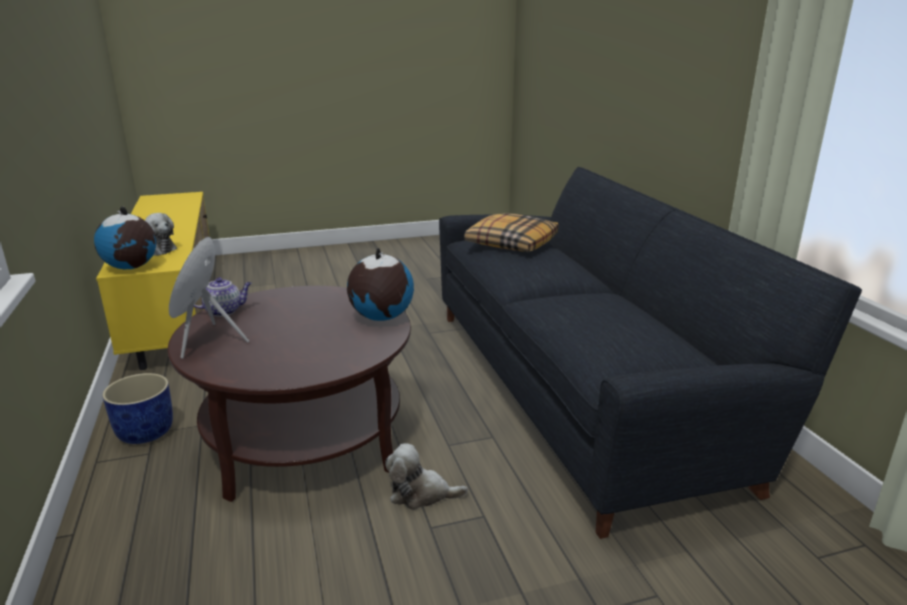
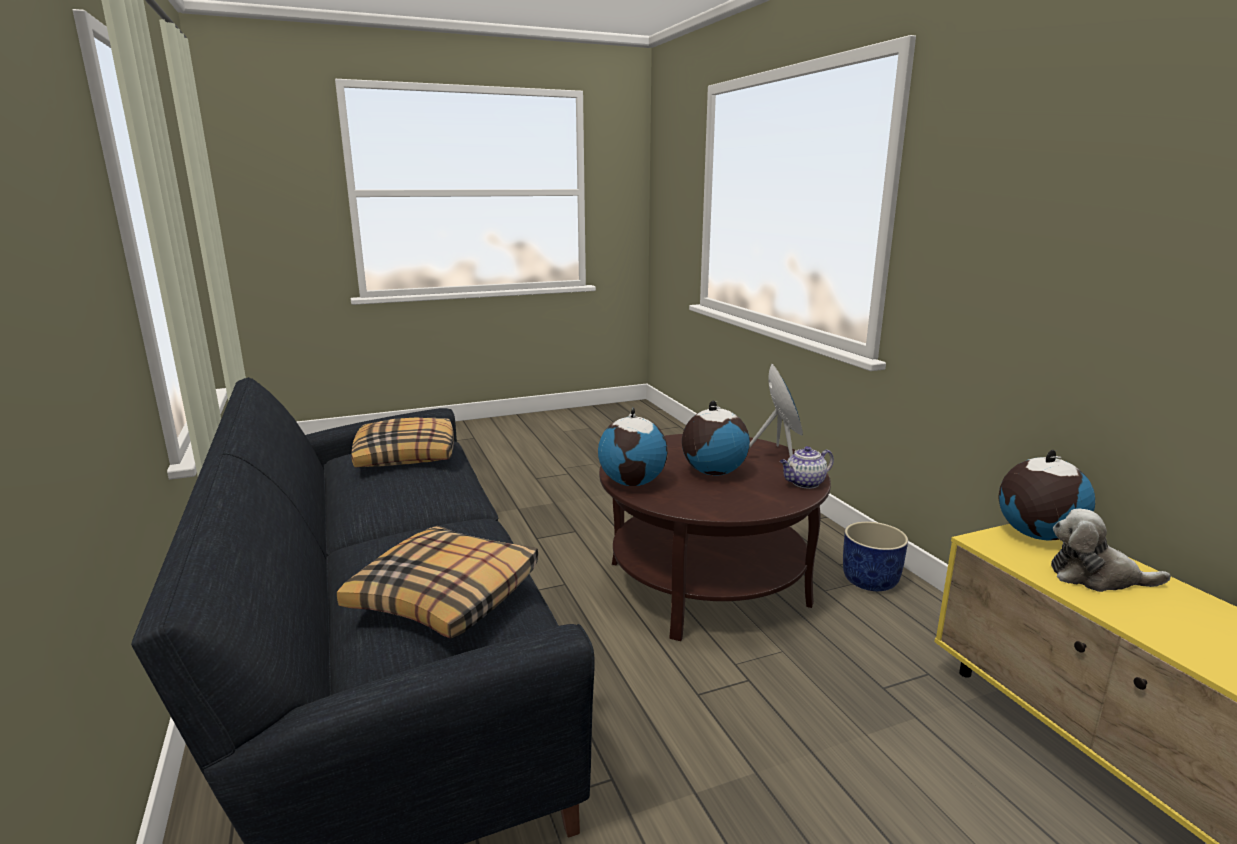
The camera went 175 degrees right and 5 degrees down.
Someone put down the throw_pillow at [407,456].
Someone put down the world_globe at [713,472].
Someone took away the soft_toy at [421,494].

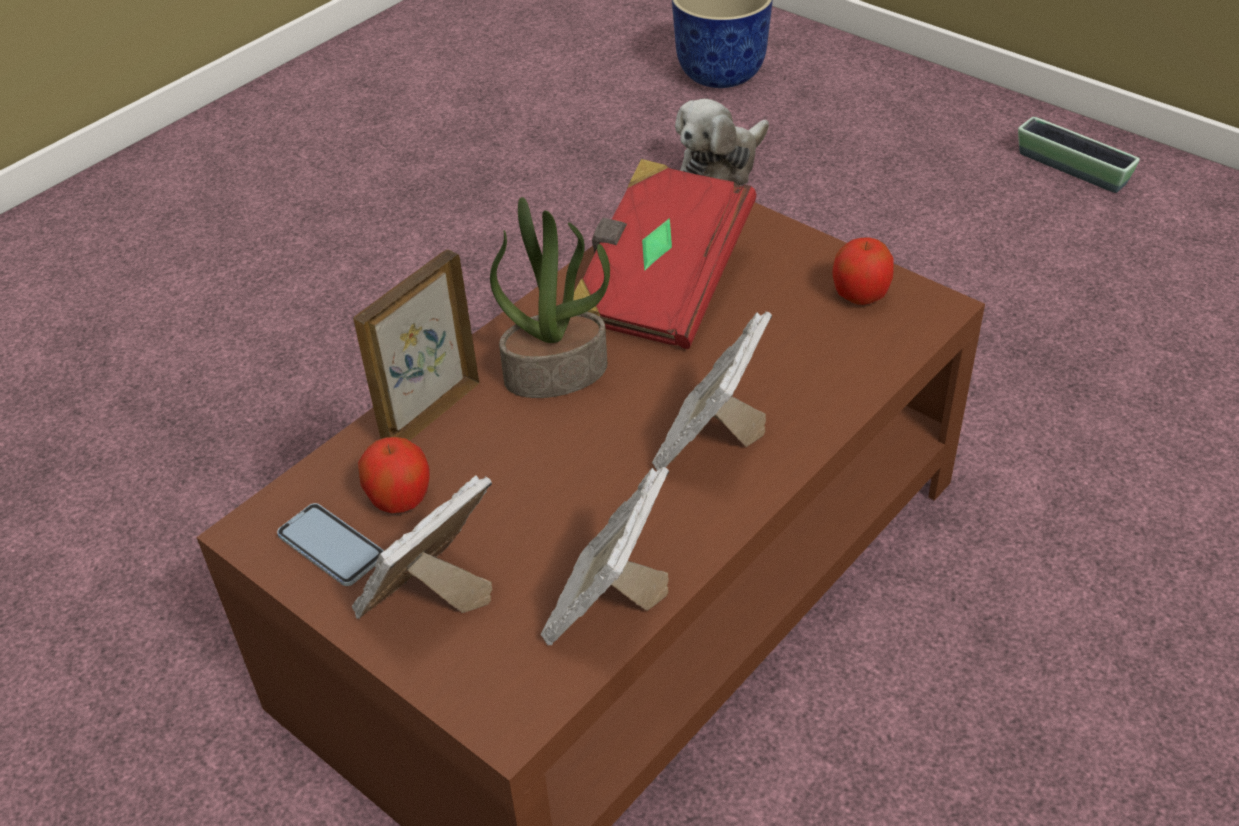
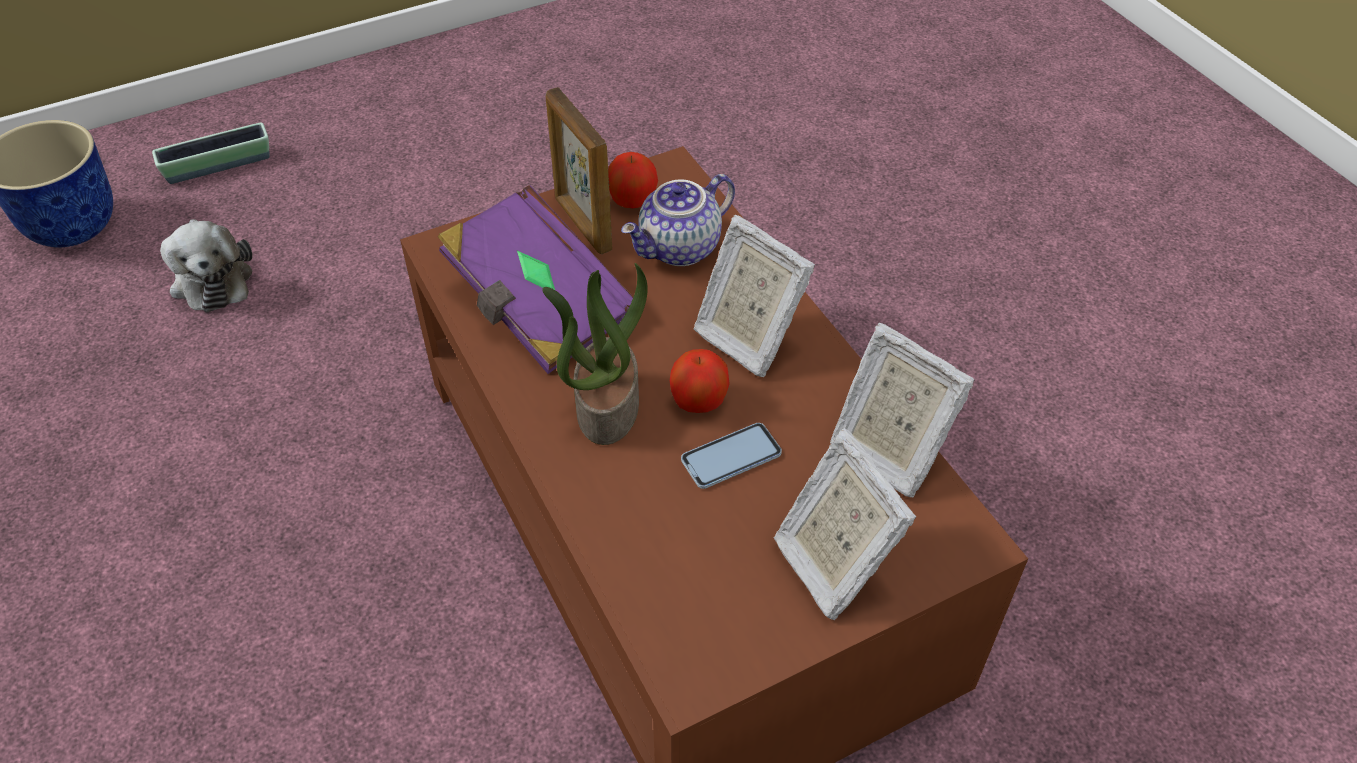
The camera went 70 degrees left and 5 degrees up.
Someone carried the plant_pot from [1072,169] to [218,166].
Someone repainted the red_volume at [660,285], which became the purple-coloured_volume at [539,306].
Someone carried the standing_frame from [430,414] to [582,224].
Someone put down the teapot at [680,249].
Someone carried the whole_apple from [400,499] to [698,401].
Someone carried the telephone from [331,546] to [731,457].

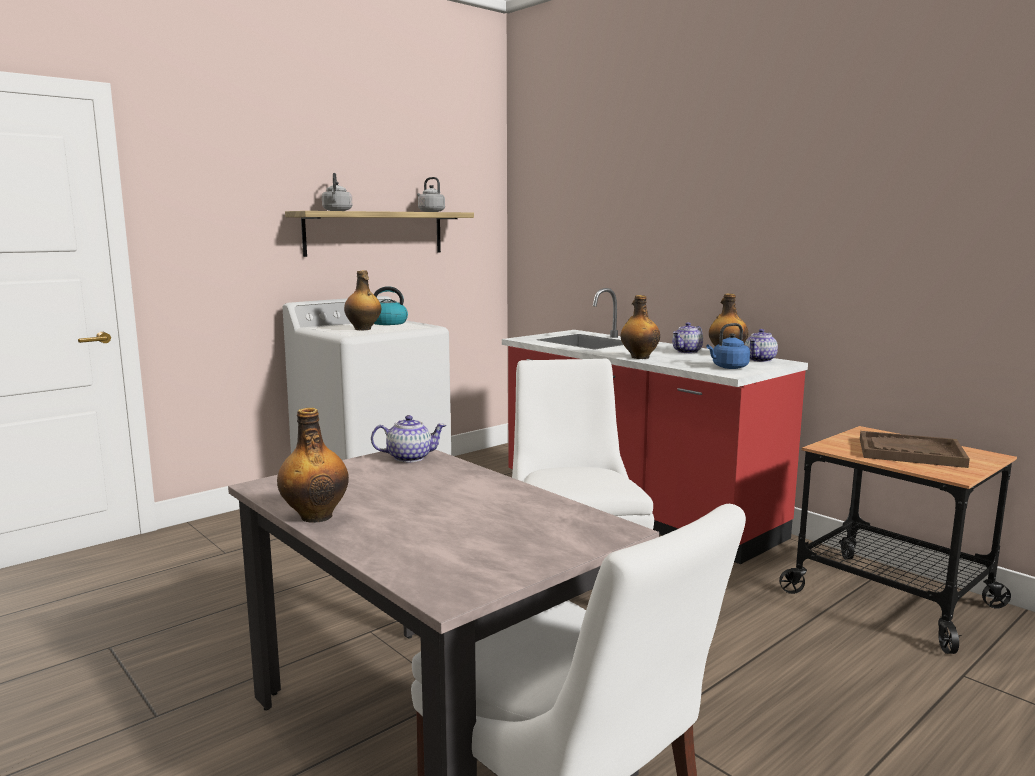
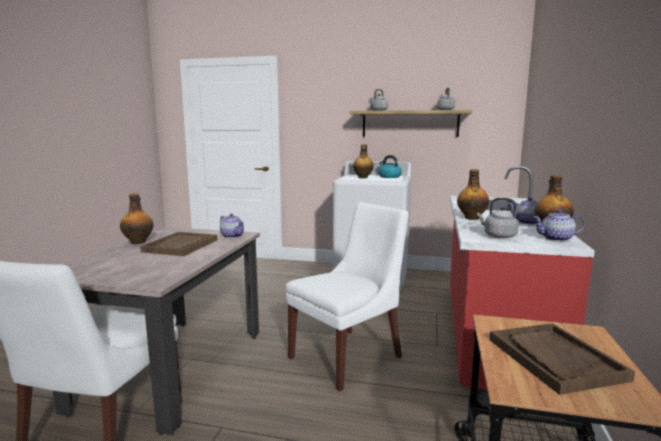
The camera went 55 degrees right and 0 degrees up.
Someone put down the brown-coloured_carrying_tray at [181,246].
Someone repainted the blue_tea_kettle at [728,367], which became the gray_tea_kettle at [498,236].

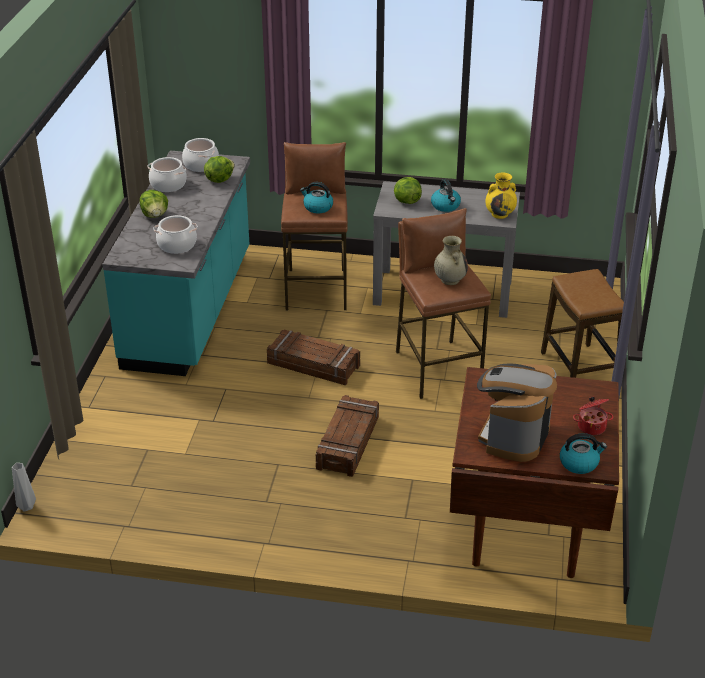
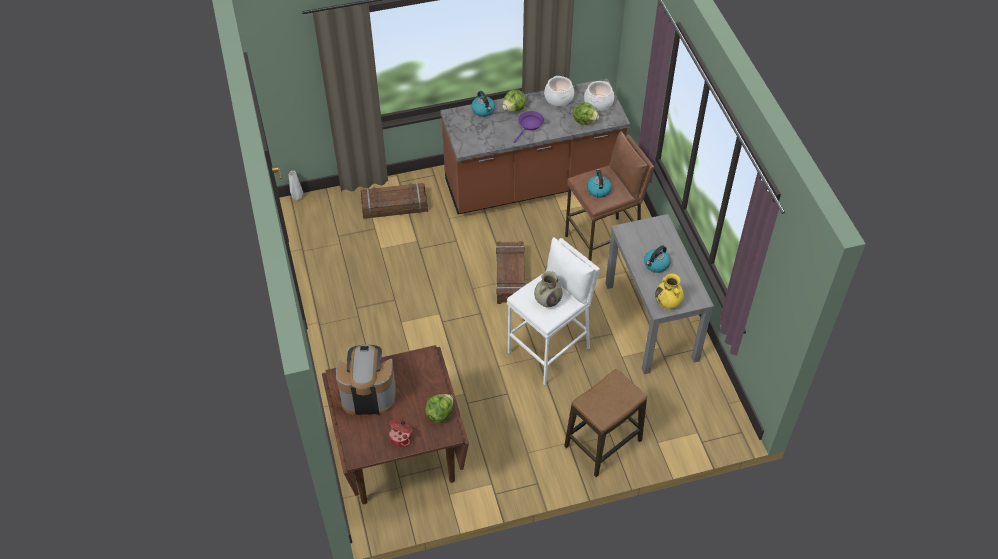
The camera went 65 degrees right and 15 degrees up.
Someone carried the shipping_crate from [347,442] to [394,205].
Someone carried the lettuce_head from [406,201] to [439,414].
Someone repainted the turquoise-coloured_kitchen_base_unit at [190,309], which became the brown-coloured_kitchen_base_unit at [532,184].
Someone carried the tea_kettle from [579,463] to [483,110].
Someone repainted the brown-coloured_sitting_stool at [437,368], which became the whitish_sitting_stool at [550,351].
Someone put down the purple-coloured_skillet at [529,125].
Someone took away the stockpot at [177,245].

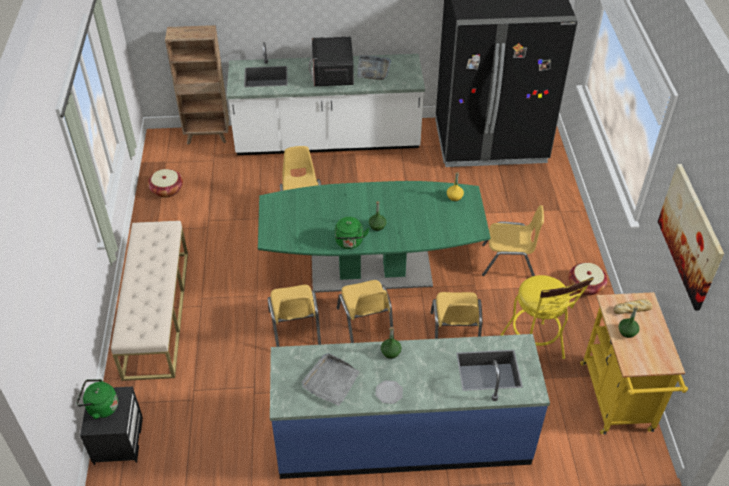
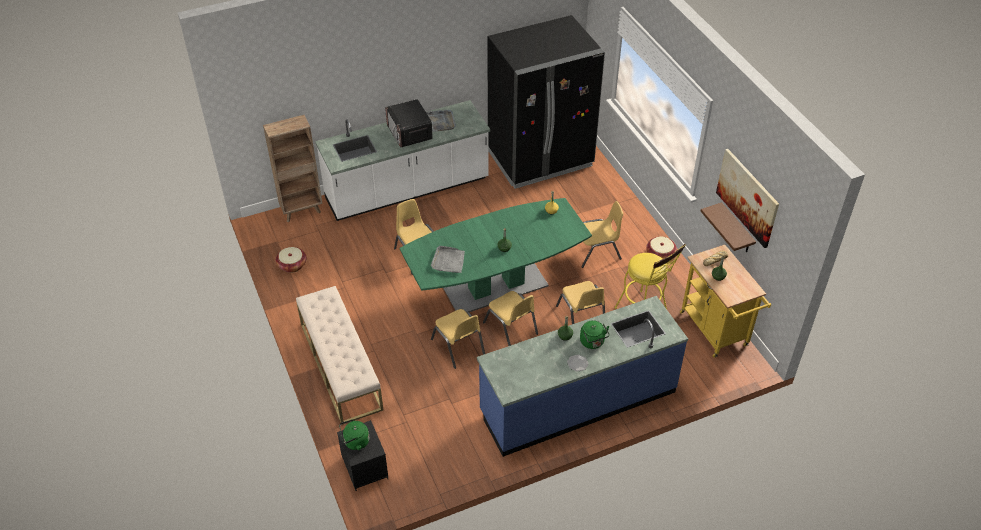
The camera went 20 degrees left and 0 degrees up.
Someone carried the gray_carrying_tray from [330,381] to [448,261].
Someone carried the green-coloured_tea_kettle from [349,243] to [593,342].
Someone put up the brown-coloured_bracket_shelf at [736,229].

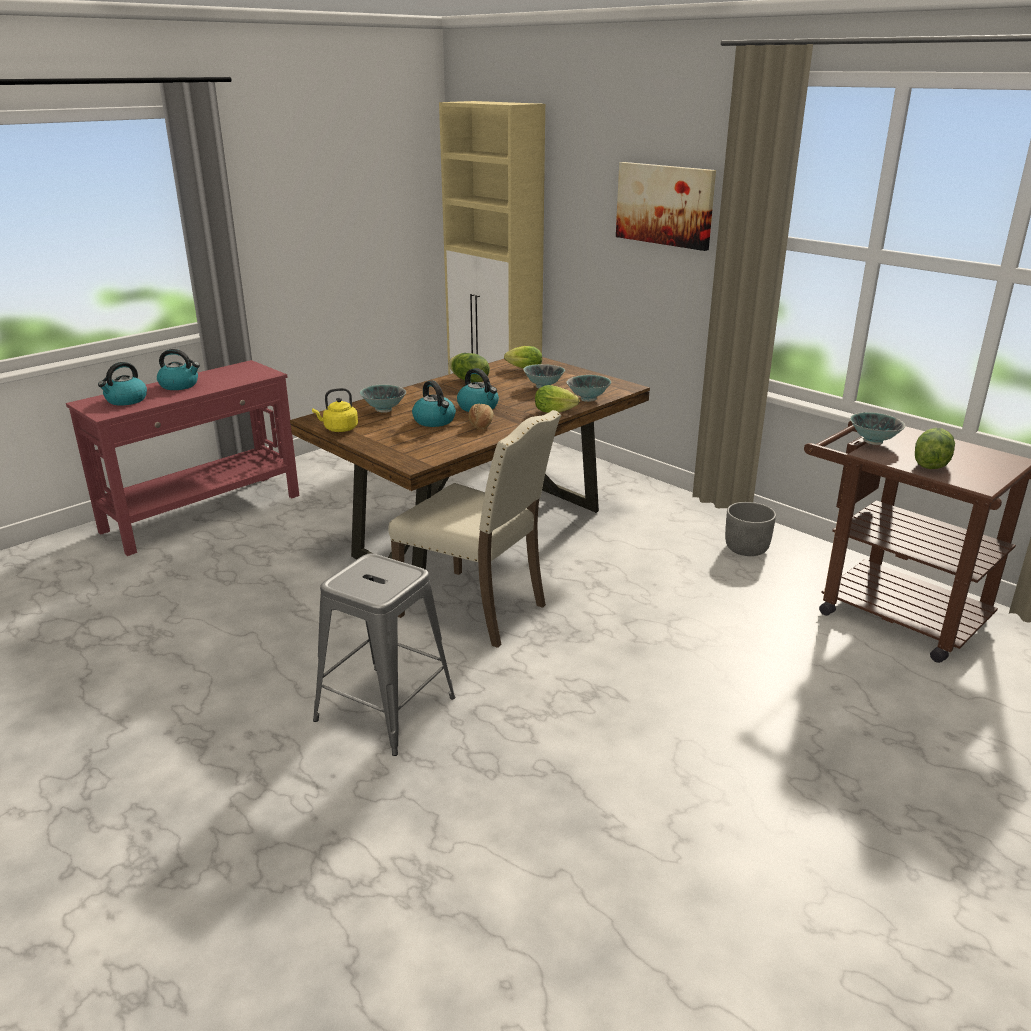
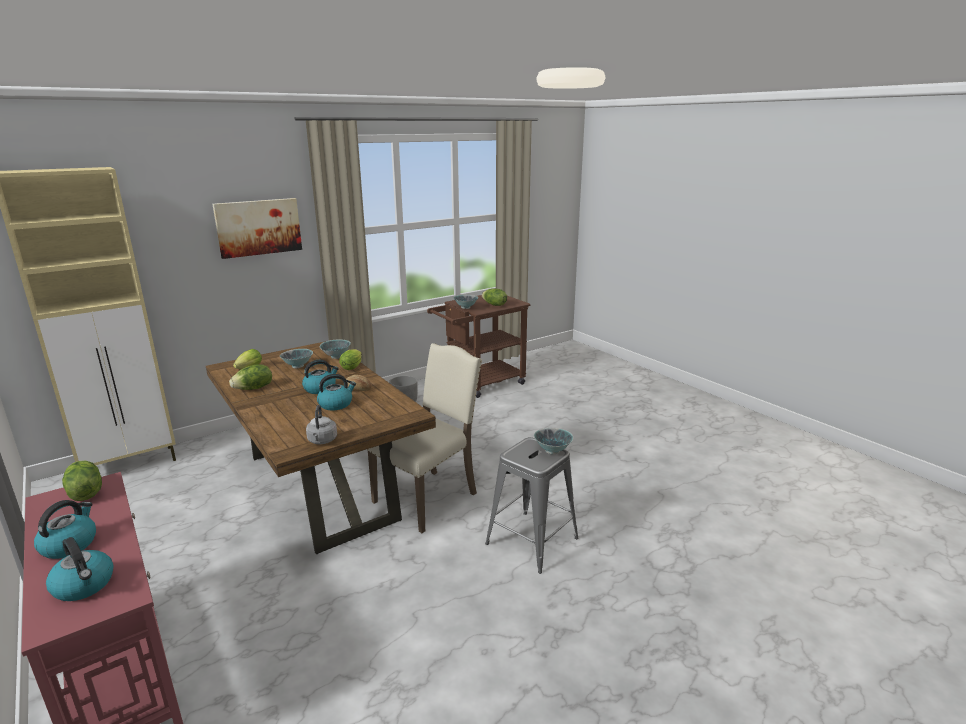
The camera went 80 degrees left and 5 degrees down.
Someone put down the lettuce_head at [85,493].
Someone repainted the yellow-coloured_tea_kettle at [339,429], which became the gray_tea_kettle at [322,441].
Someone carried the bowl from [383,410] to [552,451].

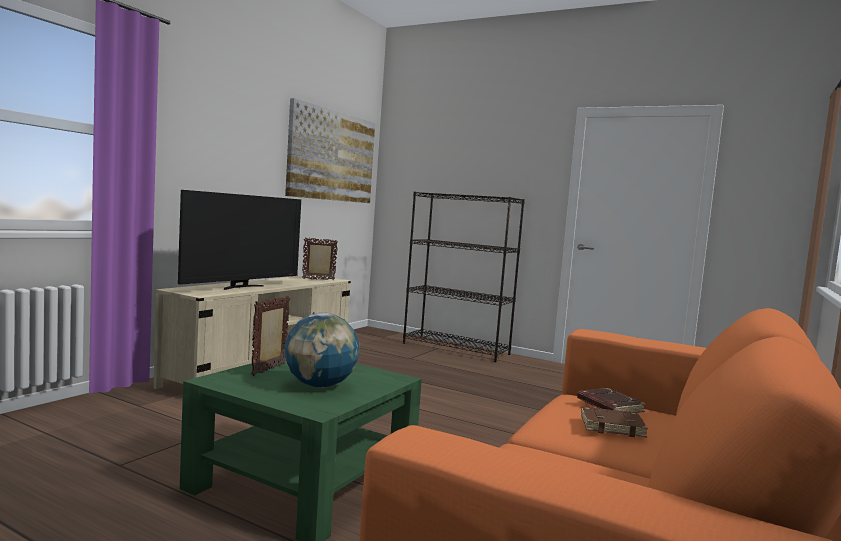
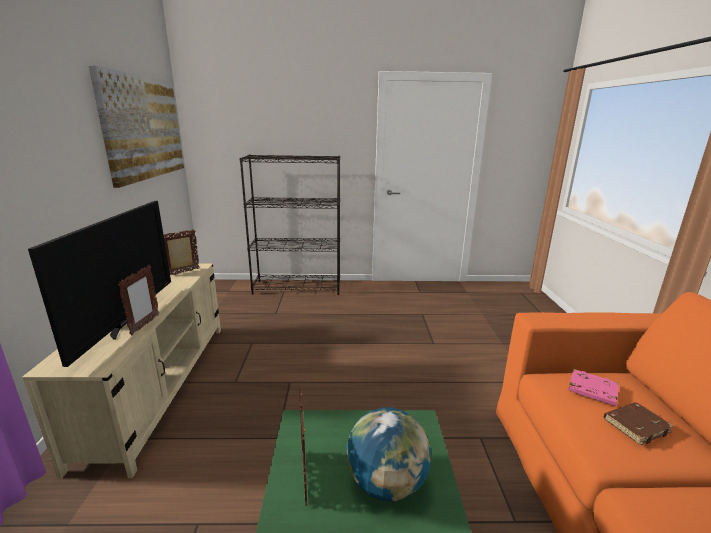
The camera went 30 degrees left and 15 degrees up.
Someone put down the standing_frame at [145,325].
Someone repainted the brown-coloured_volume at [608,406], which became the pink_volume at [591,390].

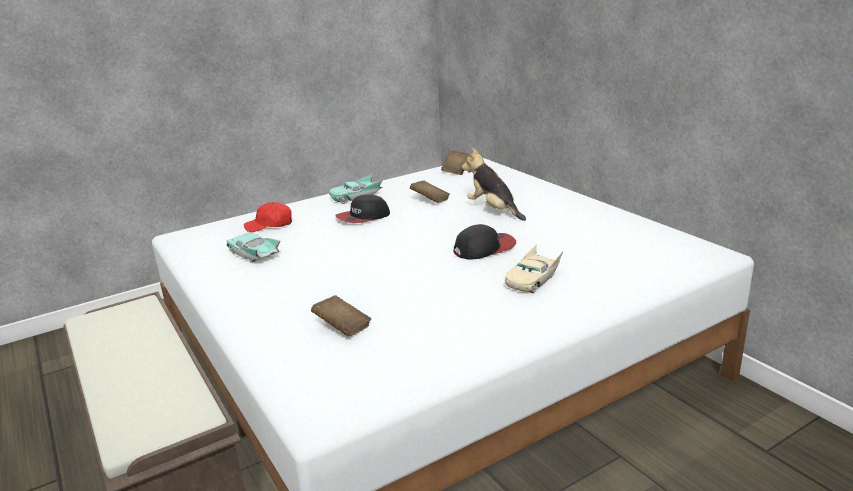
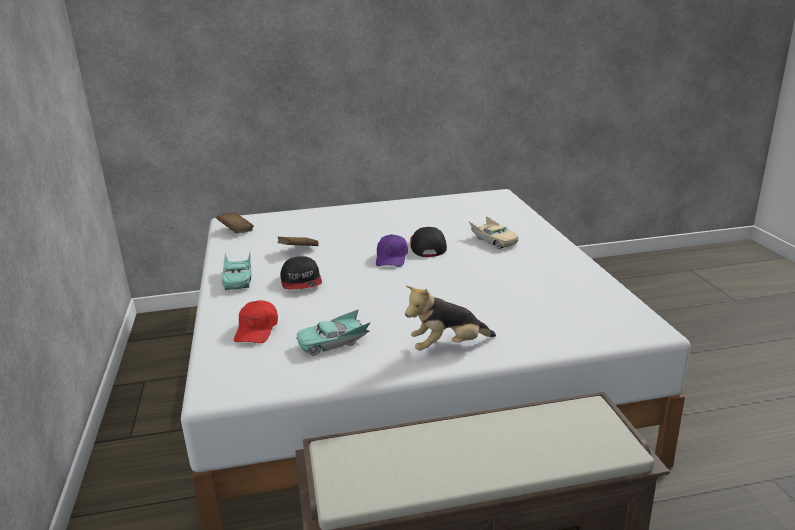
The camera went 70 degrees left and 0 degrees up.
Someone put down the purple-coloured_peaked_cap at [392,258].
Someone carried the soft_toy from [493,210] to [448,347].
Someone took away the brown-coloured_volume at [342,327].

